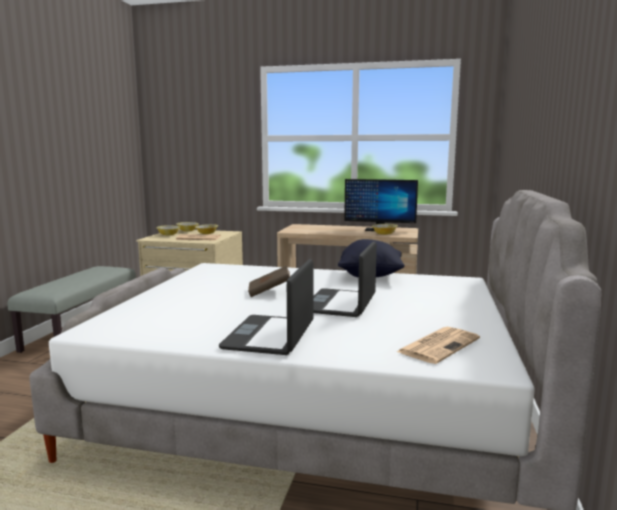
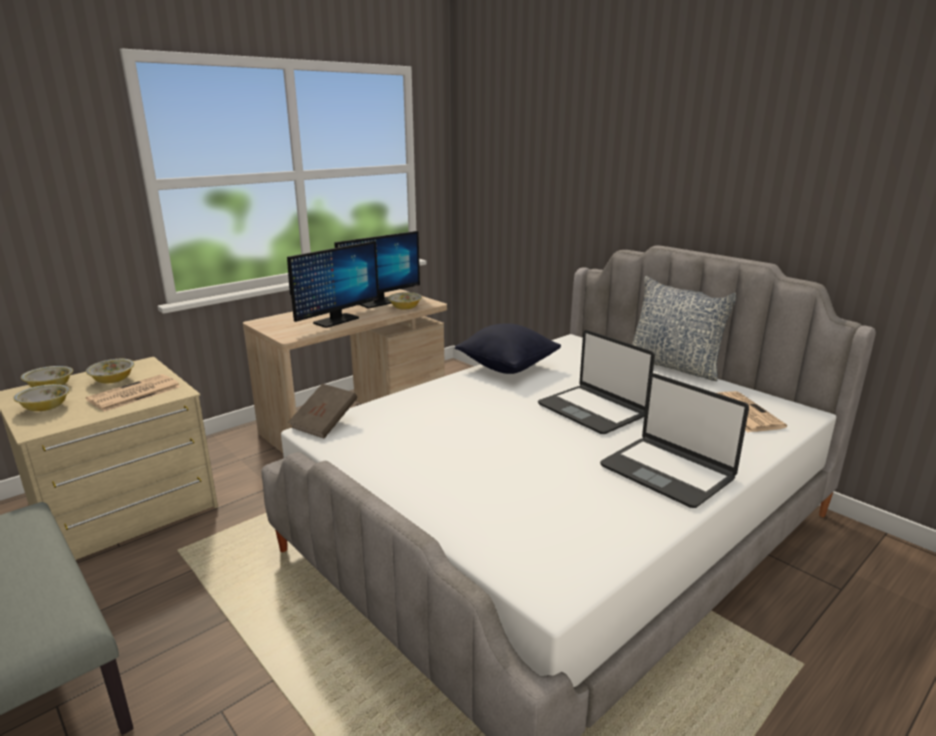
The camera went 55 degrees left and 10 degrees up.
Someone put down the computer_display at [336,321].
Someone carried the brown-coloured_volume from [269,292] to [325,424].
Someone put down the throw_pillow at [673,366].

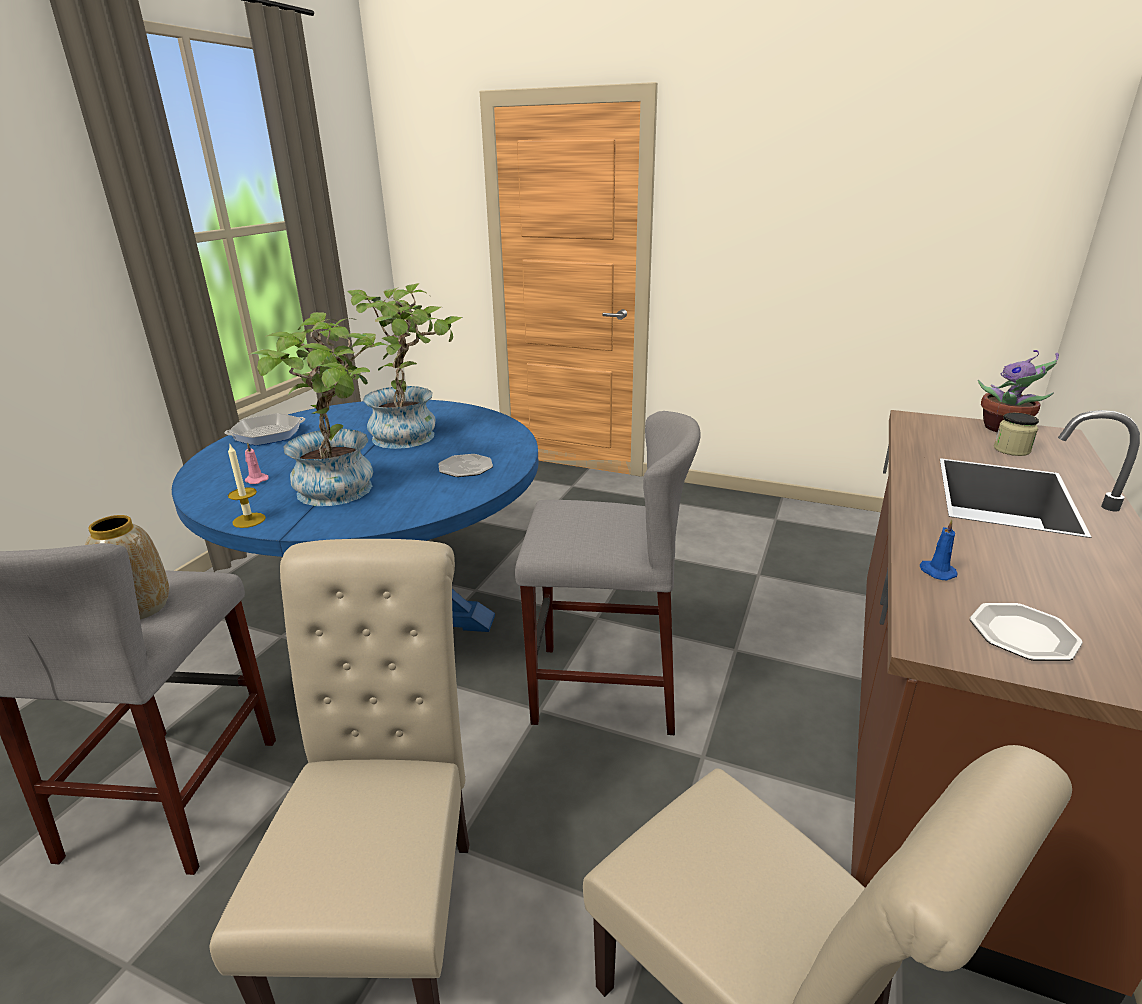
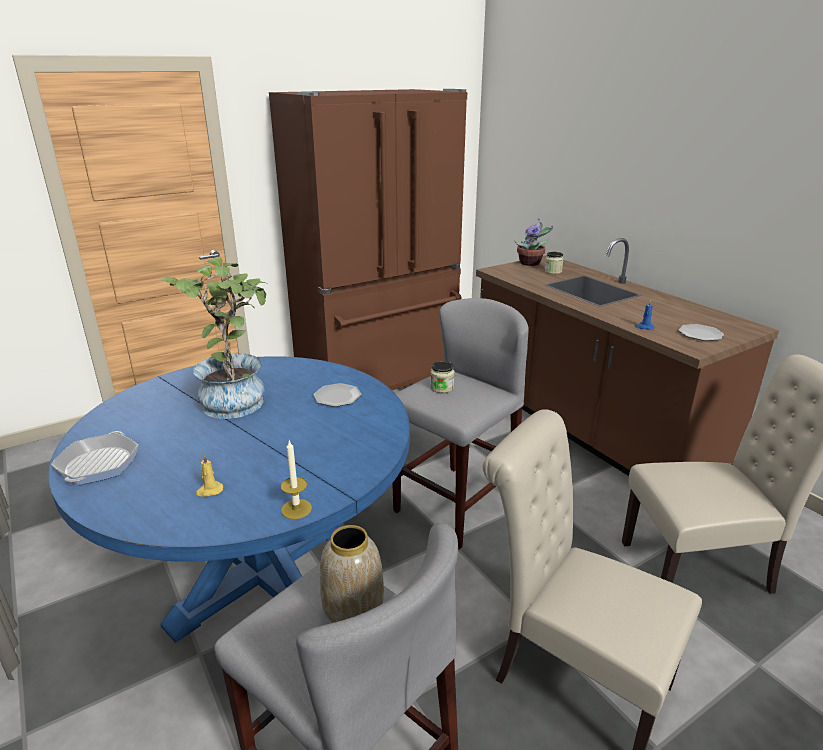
The camera went 55 degrees left and 0 degrees up.
Someone repainted the pink_candle at [256,480], which became the yellow-coloured_candle at [209,491].
Someone put down the brown-coloured_kitchen_fridge at [379,376].
Someone put down the storage_jar at [442,388].
Someone took away the plant_in_a_pot at [344,491].

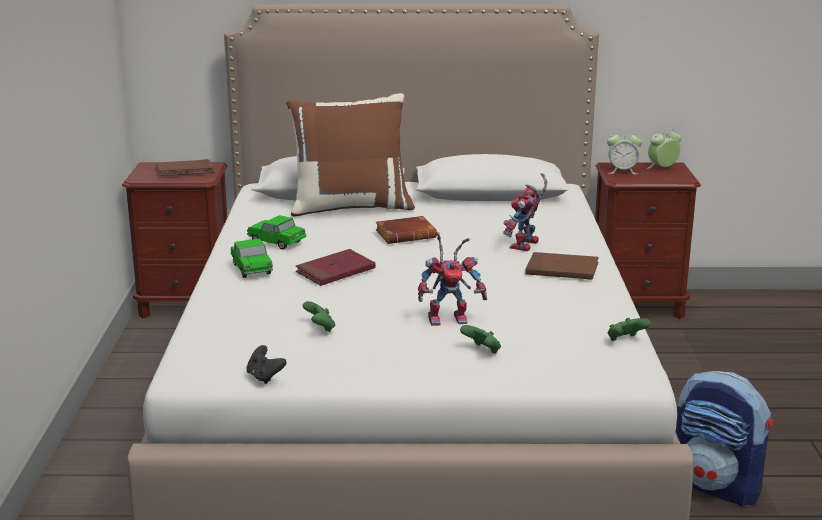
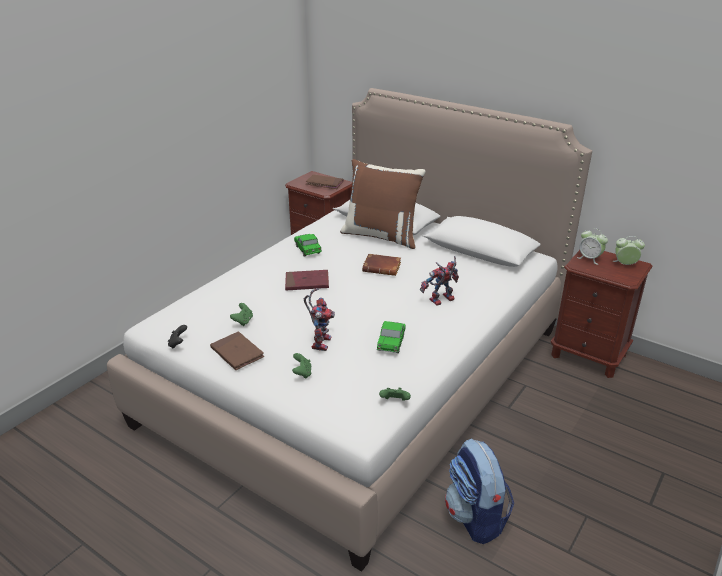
The camera went 35 degrees right and 10 degrees up.
Someone carried the brown-coloured_volume from [562,270] to [237,353].
Someone rotated the robot_figure at [450,318] by 105 degrees counterclockwise.
Someone carried the model_car from [252,269] to [391,343].

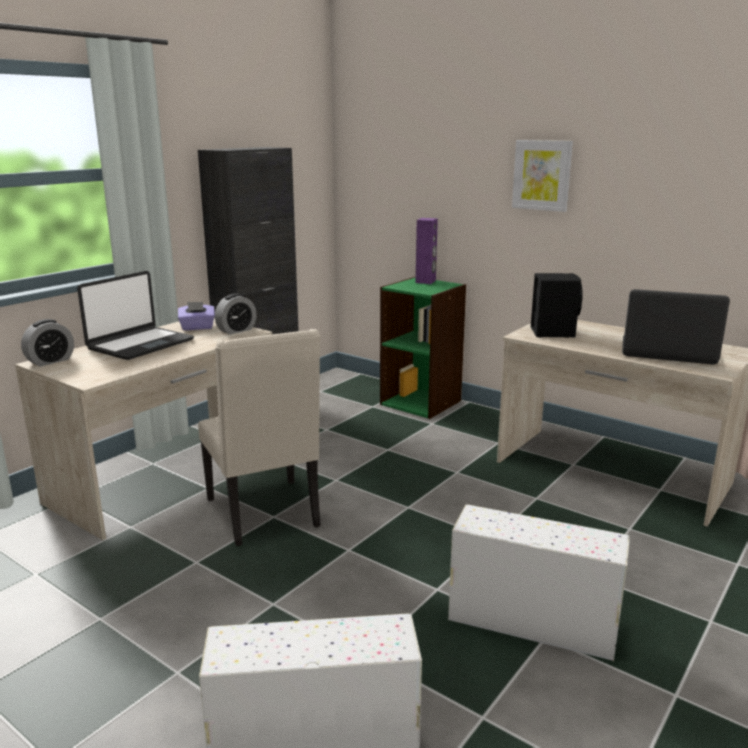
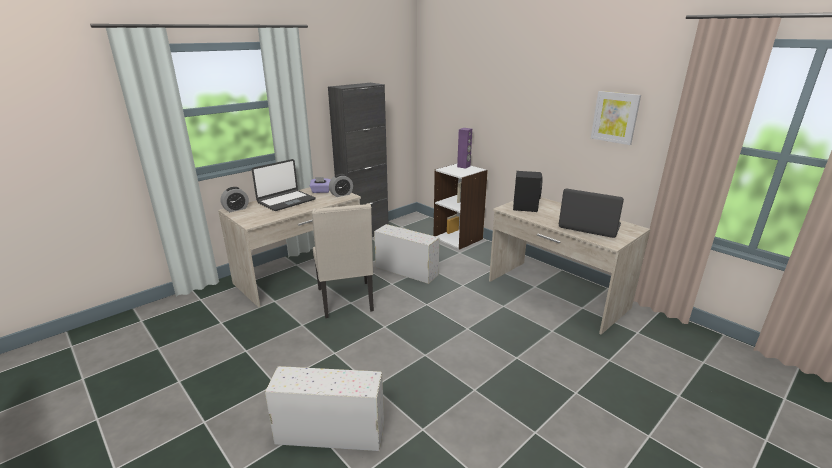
The camera went 10 degrees right and 5 degrees up.
Someone carried the whitish_storage_box from [529,622] to [405,270].
Someone repainted the green-coloured_shelving_unit at [421,402], which became the whitish_shelving_unit at [458,238].
Someone carried the wall_art from [542,175] to [615,117].

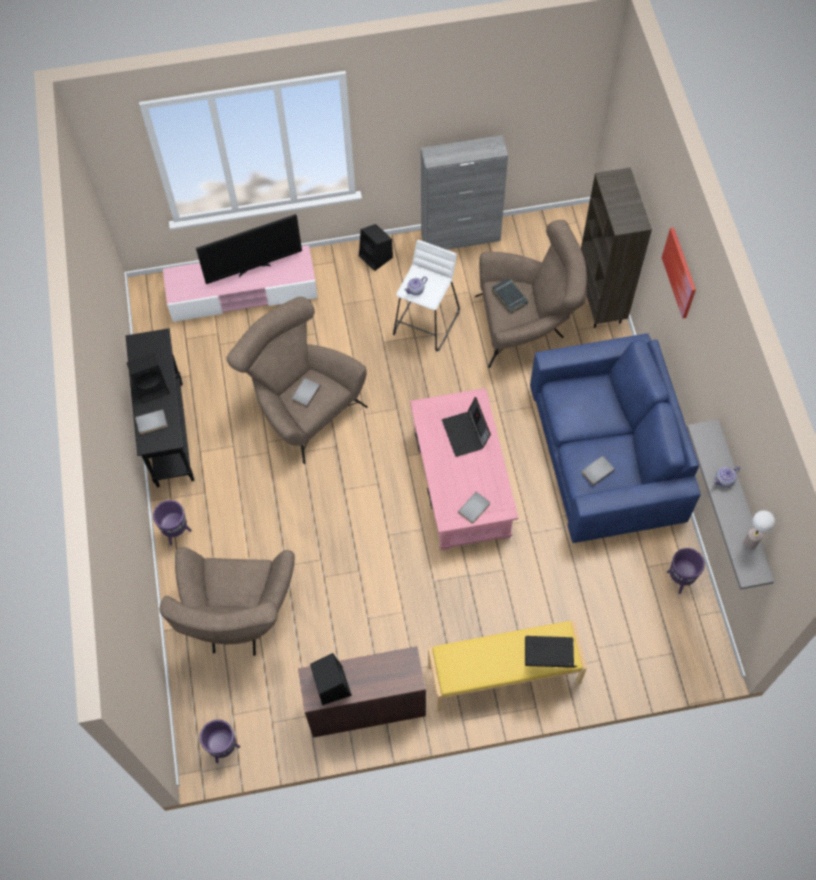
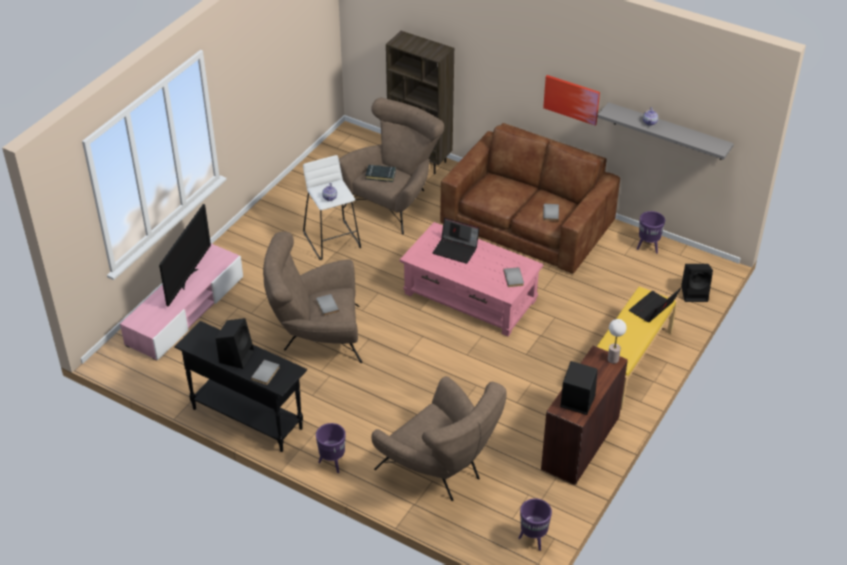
The camera went 50 degrees left and 20 degrees down.
Someone repainted the blue_couch at [607,453], which became the brown-coloured_couch at [528,223].
Someone carried the wall_art from [680,272] to [571,99].
Someone carried the lamp_for_a_table from [750,542] to [613,359].
Someone carried the blackish_speaker from [376,257] to [695,293].
Someone took away the gray_storage_cabinet at [461,237].

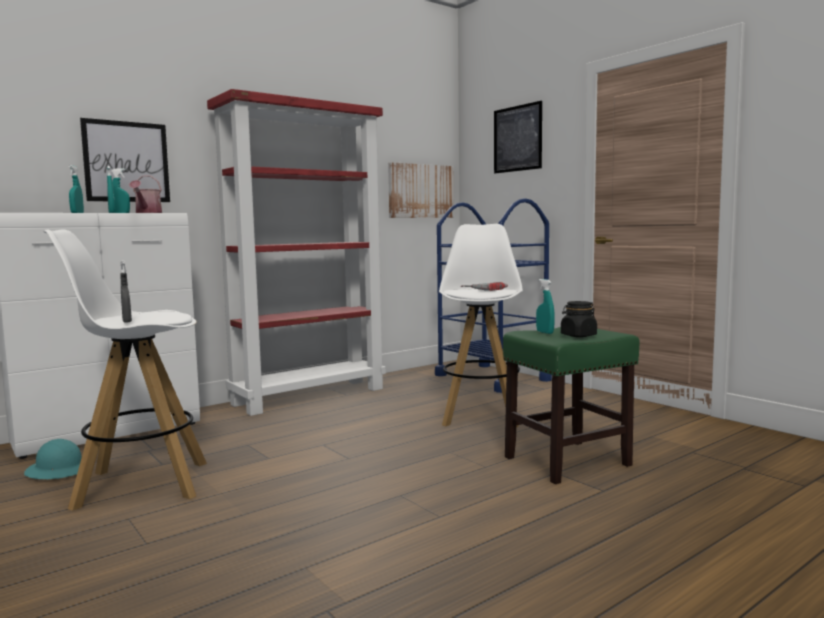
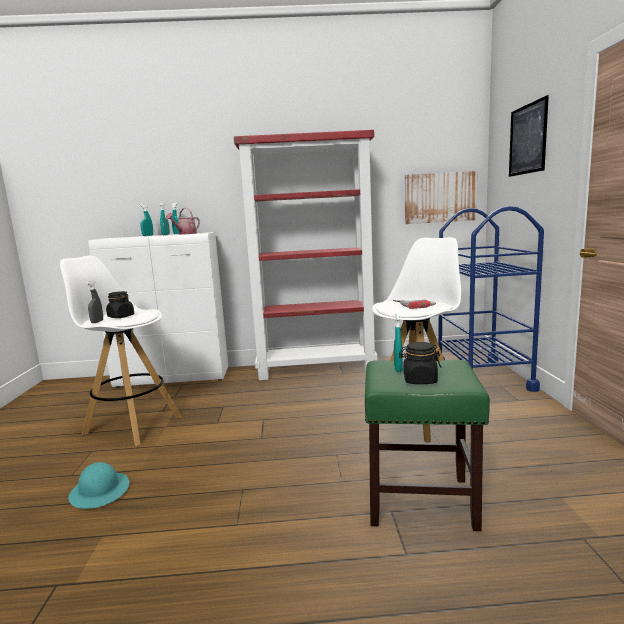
The camera went 35 degrees right and 5 degrees up.
Someone carried the turquoise-coloured_hard_hat from [60,470] to [100,491].
Someone put down the blackish_storage_jar at [121,316].
Someone took away the wall_art at [126,162].

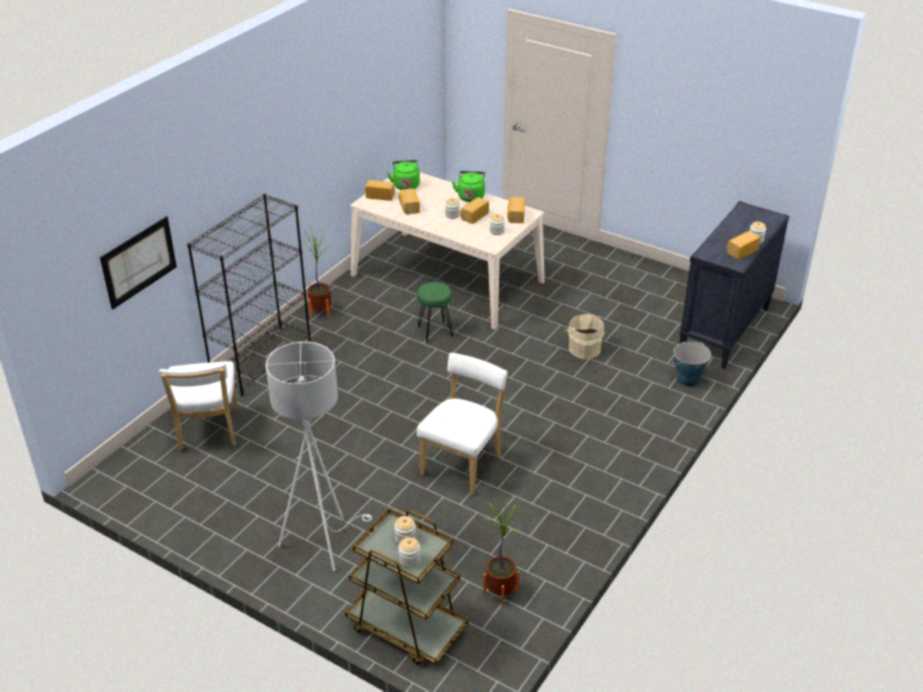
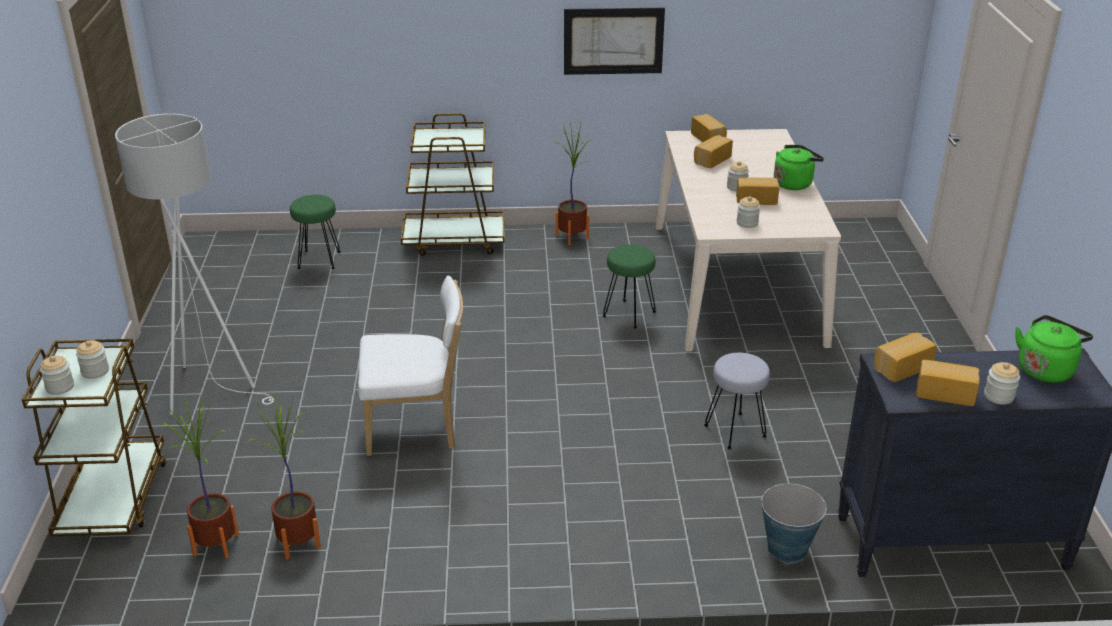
The camera went 55 degrees right and 5 degrees down.
Someone put down the plant_in_a_pot at [298,543].
Someone swapped the whitish_chair at [208,431] for the green-coloured_sitting_stool at [318,260].
Someone swapped the blackish_shelving_unit at [262,360] for the brown-coloured_wheeled_cart at [454,241].
Someone carried the wall_art from [139,262] to [613,41].
Someone swapped the beige_water_bucket at [583,348] for the gray_sitting_stool at [735,431].
Someone carried the baked_bread from [515,216] to [901,367].
Someone carried the green-coloured_tea_kettle from [406,185] to [1046,369].

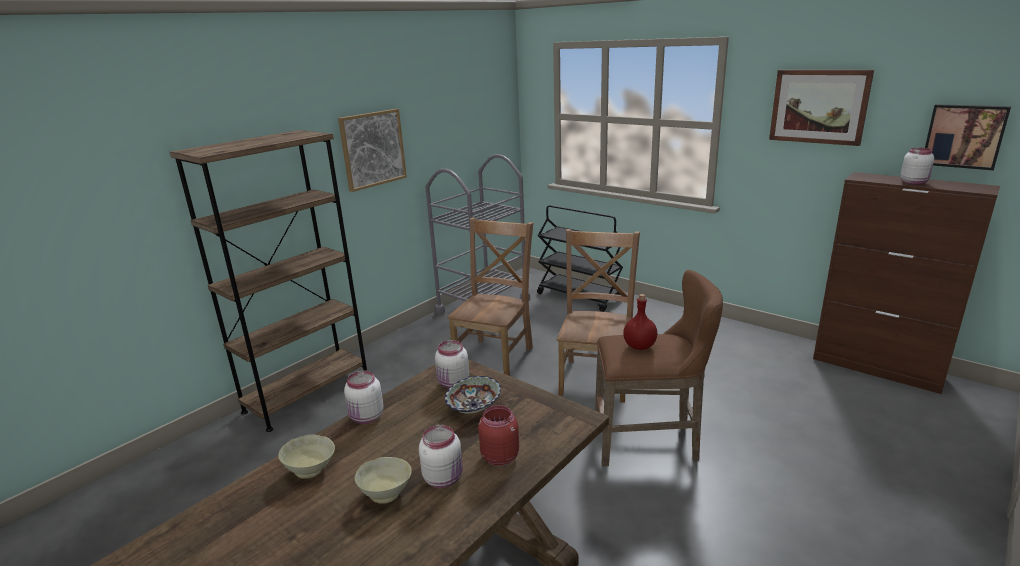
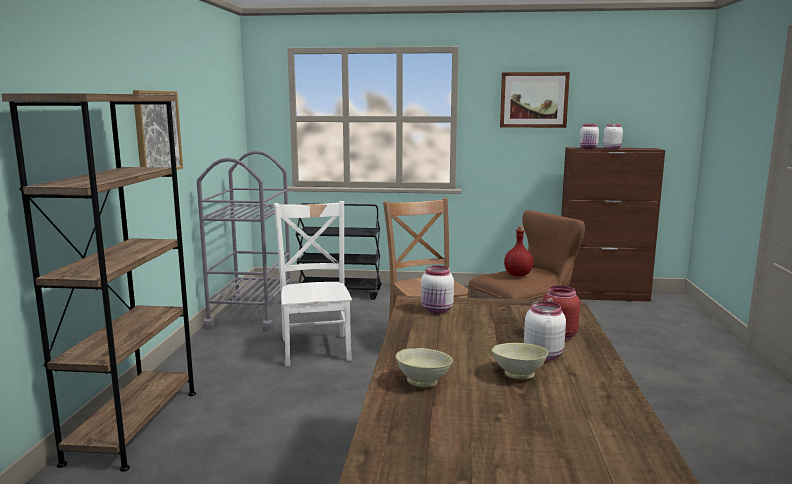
The camera went 35 degrees left and 10 degrees down.
Someone repainted the brown-coloured_chair at [495,356], which became the whitish_chair at [316,347].
Someone carried the whitish_storage_jar from [366,417] to [588,148].
Someone took away the bowl at [473,407].
Someone took away the wall_art at [964,136].

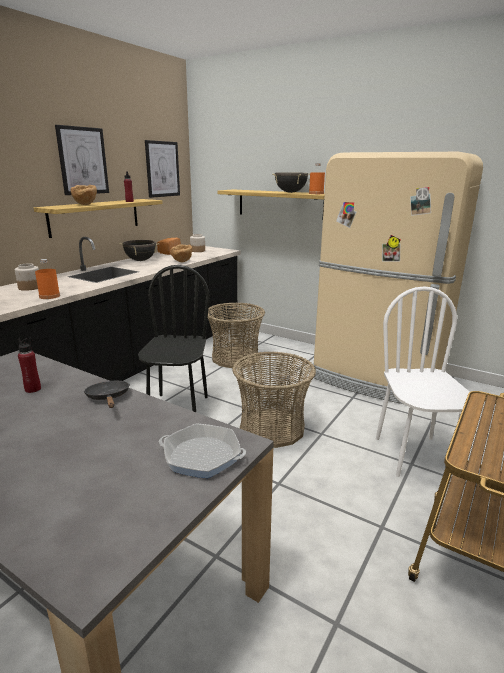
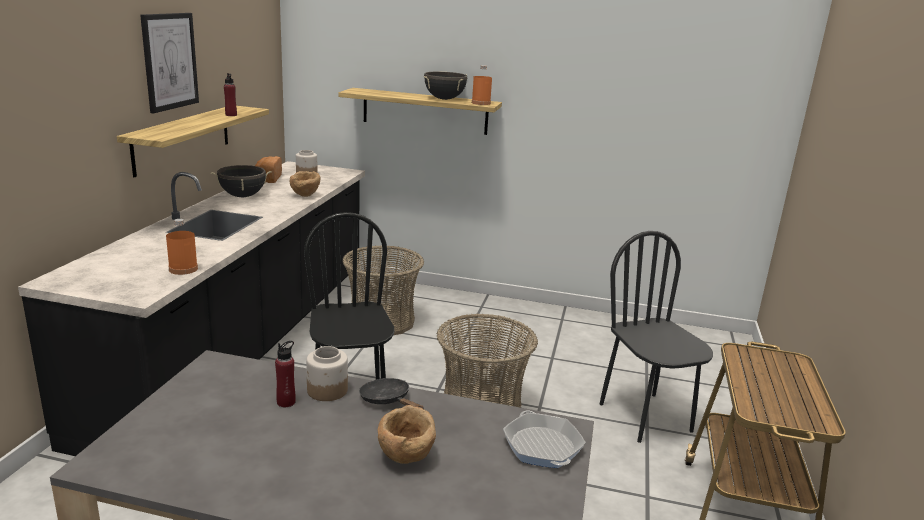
The camera went 20 degrees left and 0 degrees up.
Someone carried the storage_jar from [29,287] to [327,391].
Someone carried the brown-coloured_bowl from [85,204] to [406,458].
Someone rotated the skillet at [202,456] by 105 degrees counterclockwise.
Someone repainted the whitish_chair at [414,456], which became the blackish_chair at [646,417].
Someone took away the wall_art at [162,169].
Someone took away the beige_kitchen_fridge at [377,378].

